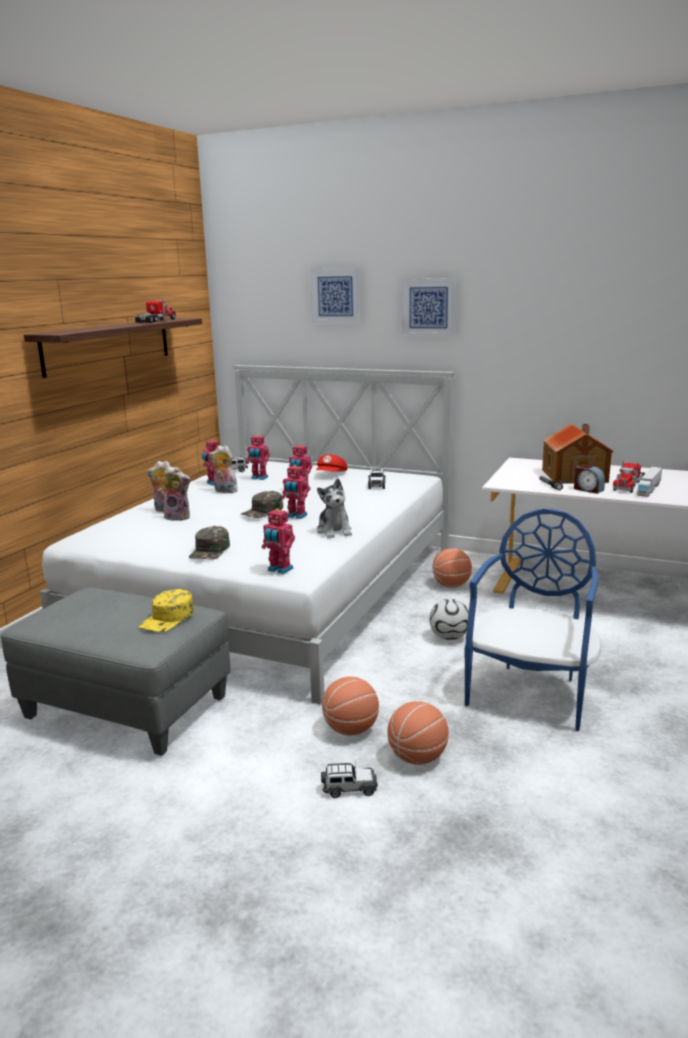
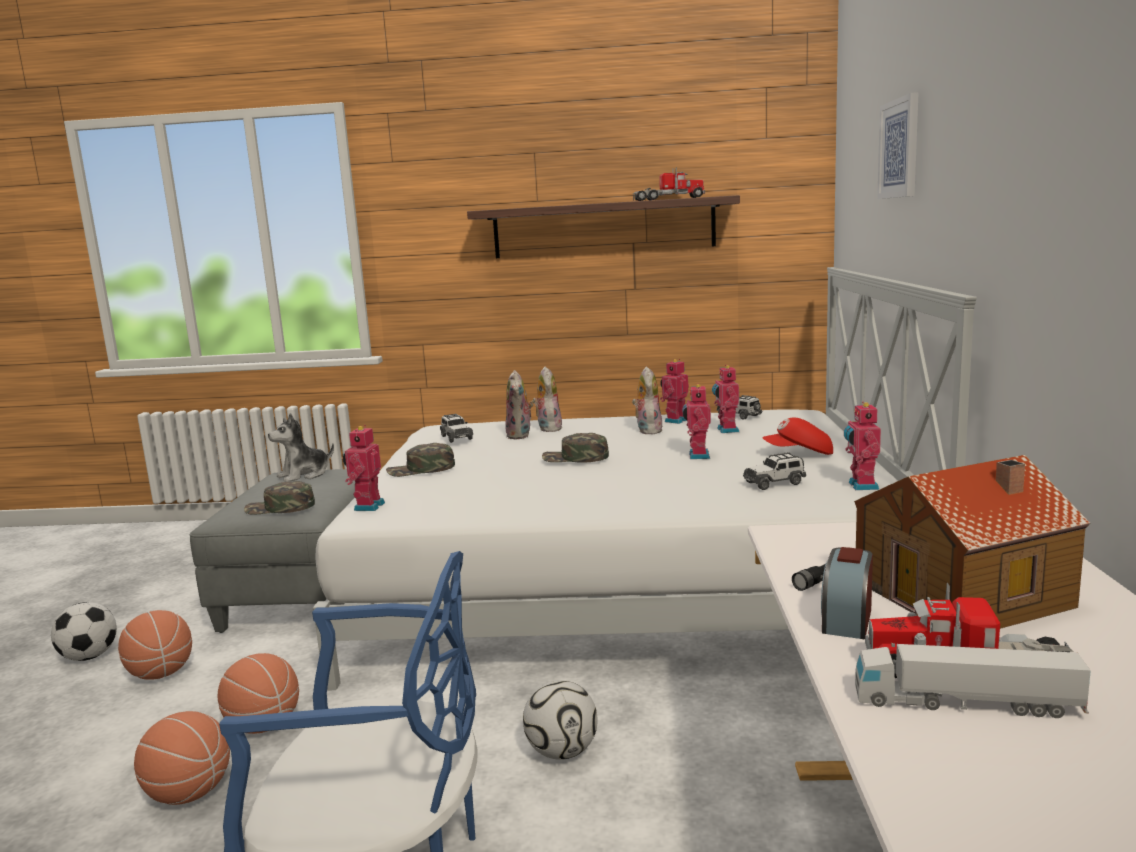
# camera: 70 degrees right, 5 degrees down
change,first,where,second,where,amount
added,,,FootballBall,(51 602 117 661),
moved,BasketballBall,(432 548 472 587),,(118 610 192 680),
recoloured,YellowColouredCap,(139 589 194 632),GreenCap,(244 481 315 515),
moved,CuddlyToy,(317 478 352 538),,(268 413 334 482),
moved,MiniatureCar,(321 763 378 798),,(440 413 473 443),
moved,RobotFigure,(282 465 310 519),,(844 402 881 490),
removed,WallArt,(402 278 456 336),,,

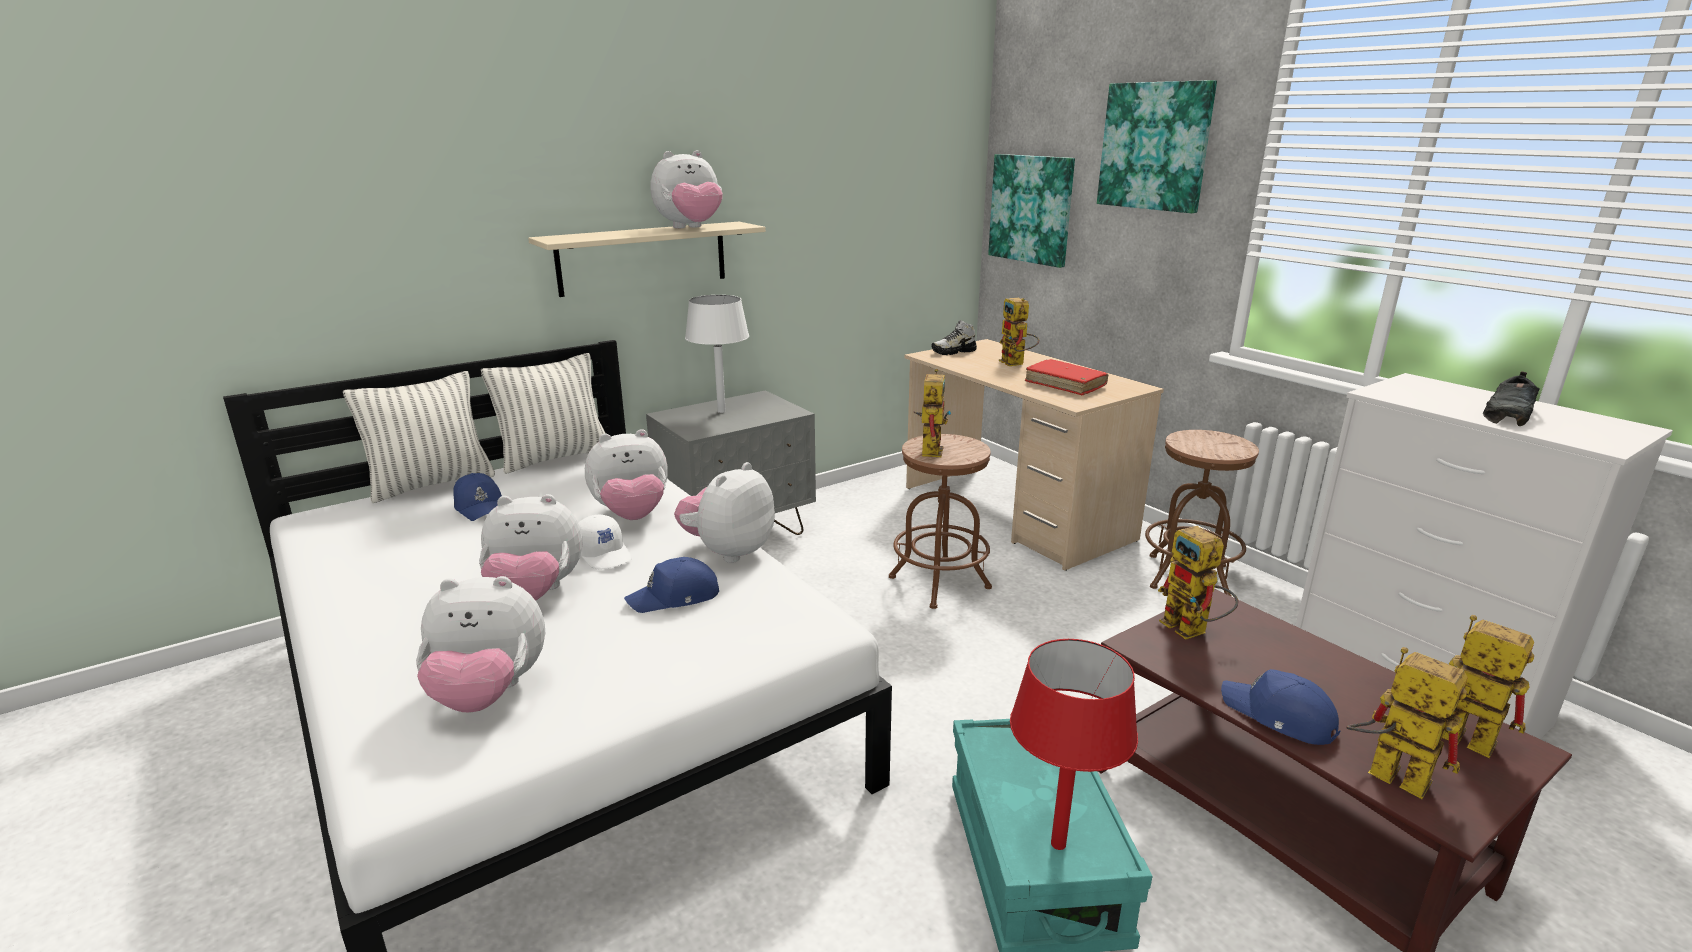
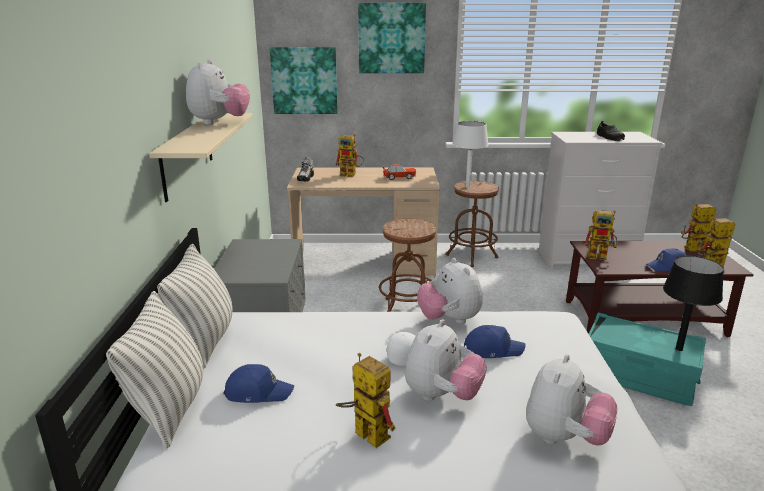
# camera: 55 degrees left, 0 degrees up
change,first,where,second,where,amount
moved,RobotFigure,(914 369 951 457),,(336 353 396 448),
replaced,ReddishBoundBook,(1025 359 1108 395),MiniatureCar,(383 164 416 180),
moved,WhiteTabletopLamp,(685 295 749 413),,(453 121 489 188),
turned,BlueCap,(624 557 719 613),,(464 325 526 358),105 degrees counterclockwise
recoloured,ReddishTabletopLamp,(1010 639 1138 850),BlackColouredTabletopLamp,(663 256 724 351),
removed,CuddlyToy,(585 429 668 520),,,

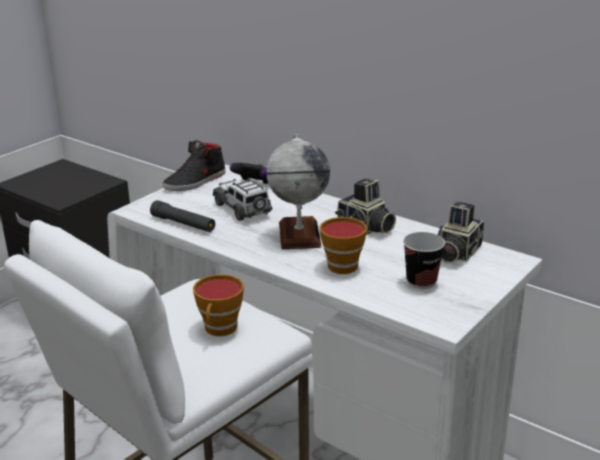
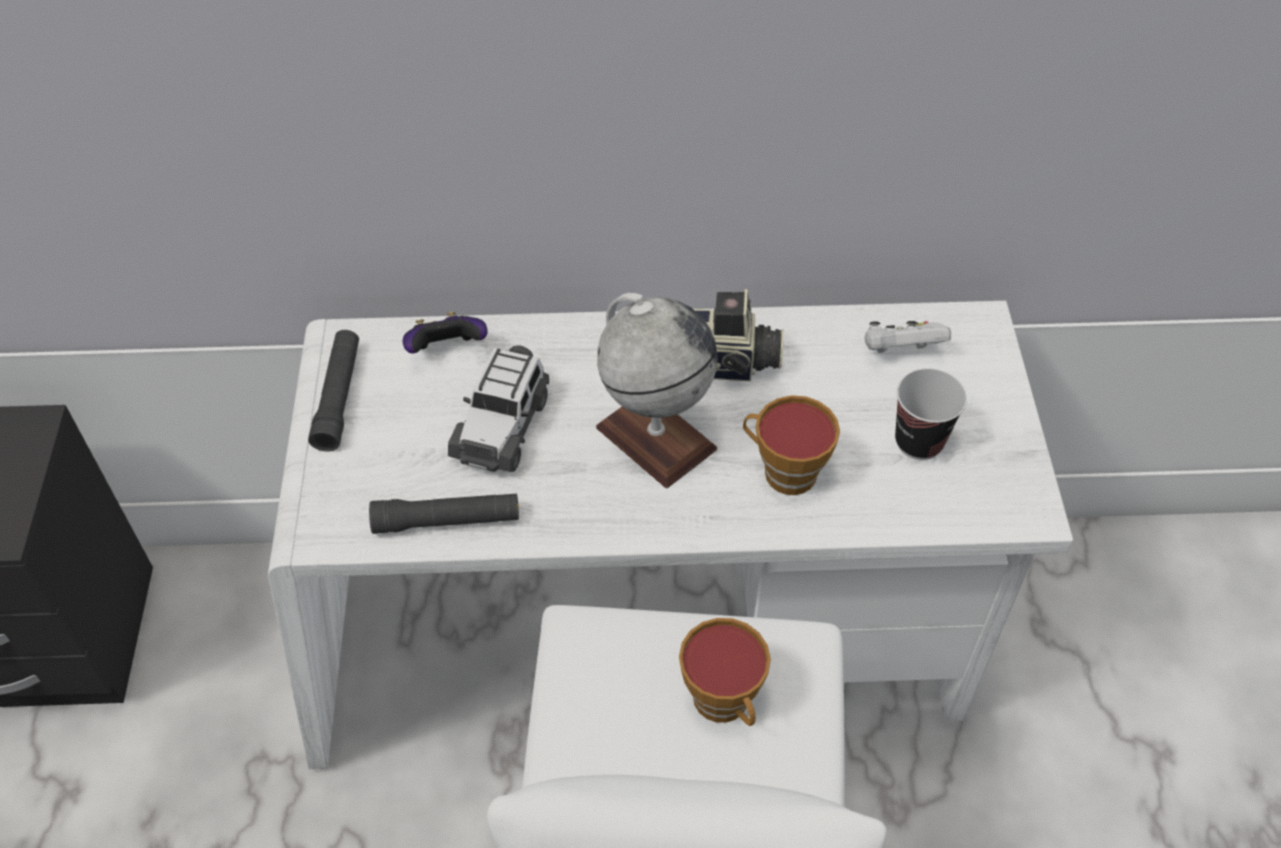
# camera: 40 degrees left, 25 degrees up
change,first,where,second,where,amount
replaced,BlackColouredShoe,(163 141 226 191),BlackColouredHandTorch,(308 330 359 451),
turned,MiniatureCar,(213 178 272 221),,(448 345 549 472),90 degrees counterclockwise
replaced,StillCamera,(438 202 484 263),WhiteGameController,(865 321 951 353),

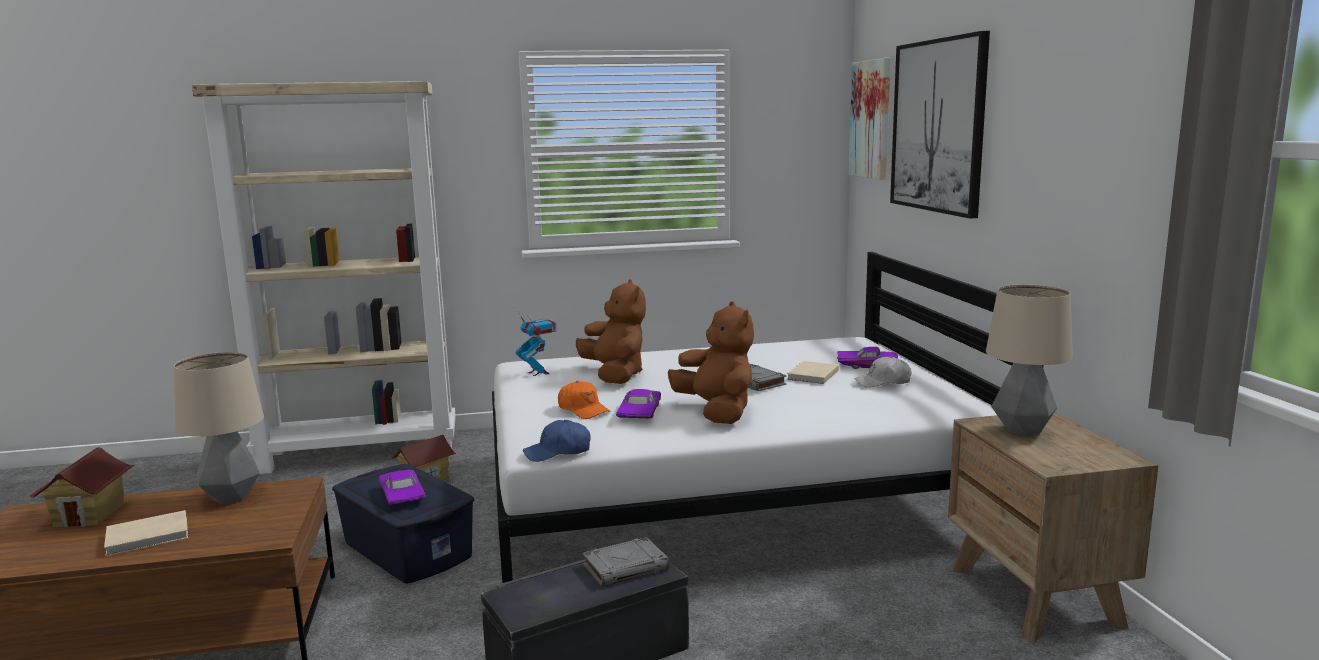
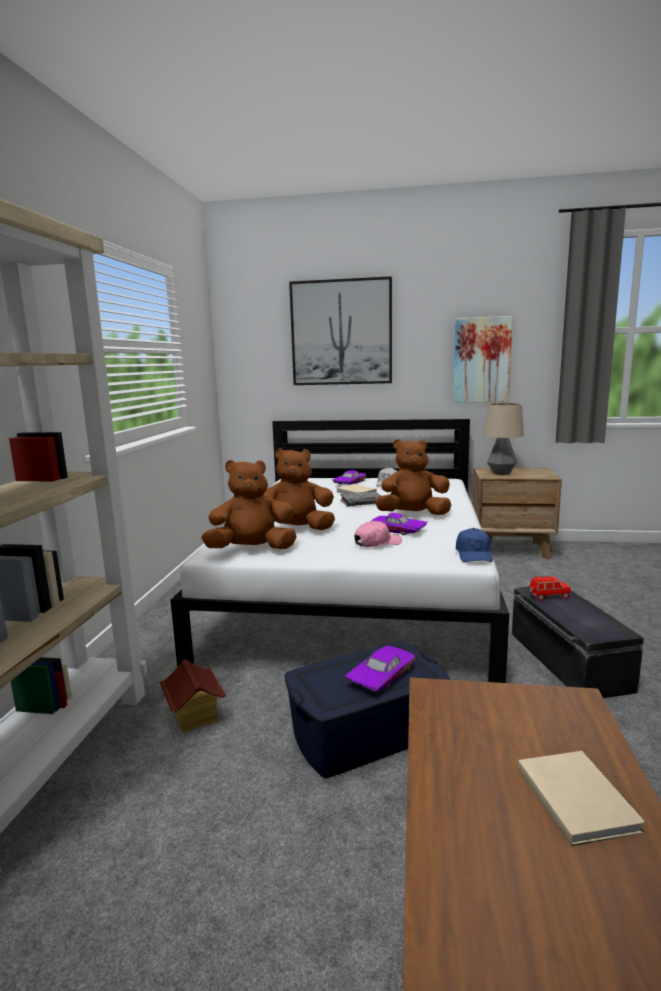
# camera: 70 degrees left, 0 degrees up
change,first,where,second,where,amount
replaced,RobotFigure,(516 311 557 376),BrownCuddlyToy,(201 460 297 549),
turned,PurpleMiniatureCar,(379 470 426 506),,(345 646 415 692),135 degrees clockwise
recoloured,OrangeyCap,(558 381 611 419),PinkishCap,(354 521 402 547),
moved,WallArt,(849 58 891 180),,(453 316 513 403),
replaced,GrayBoundBook,(582 537 669 586),ReddishMiniatureCar,(529 576 571 601),
removed,ToyHouse,(29 447 134 527),,,
removed,TabletopLamp,(174 352 264 504),,,

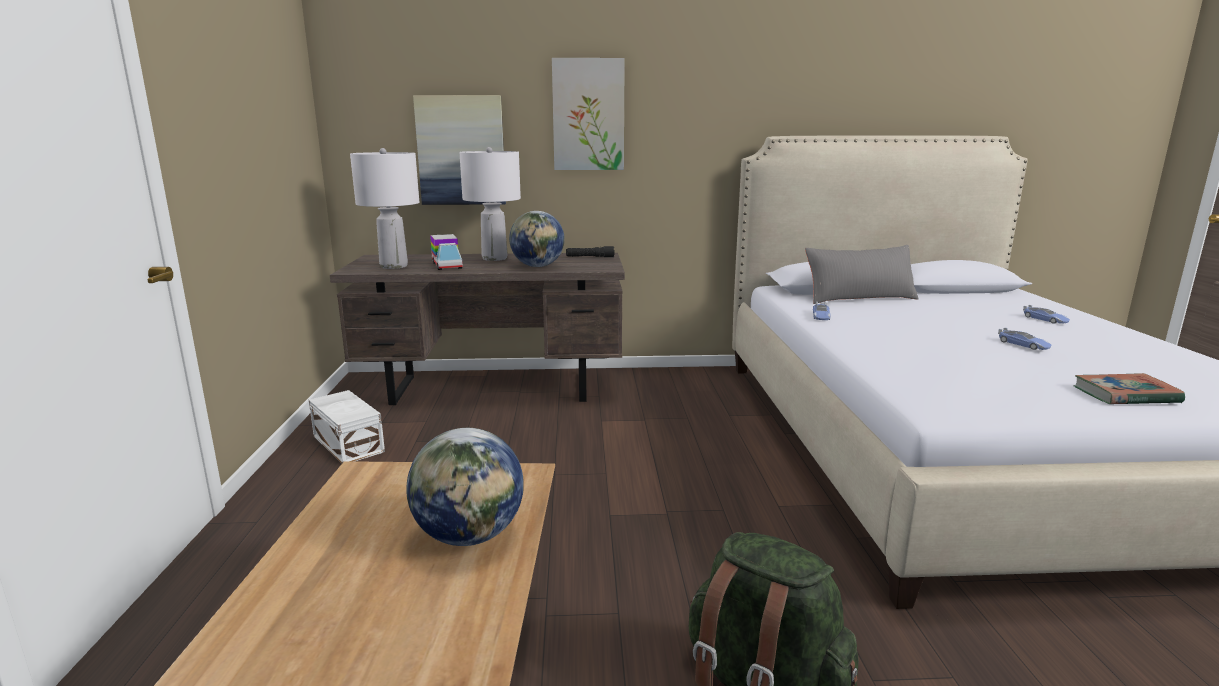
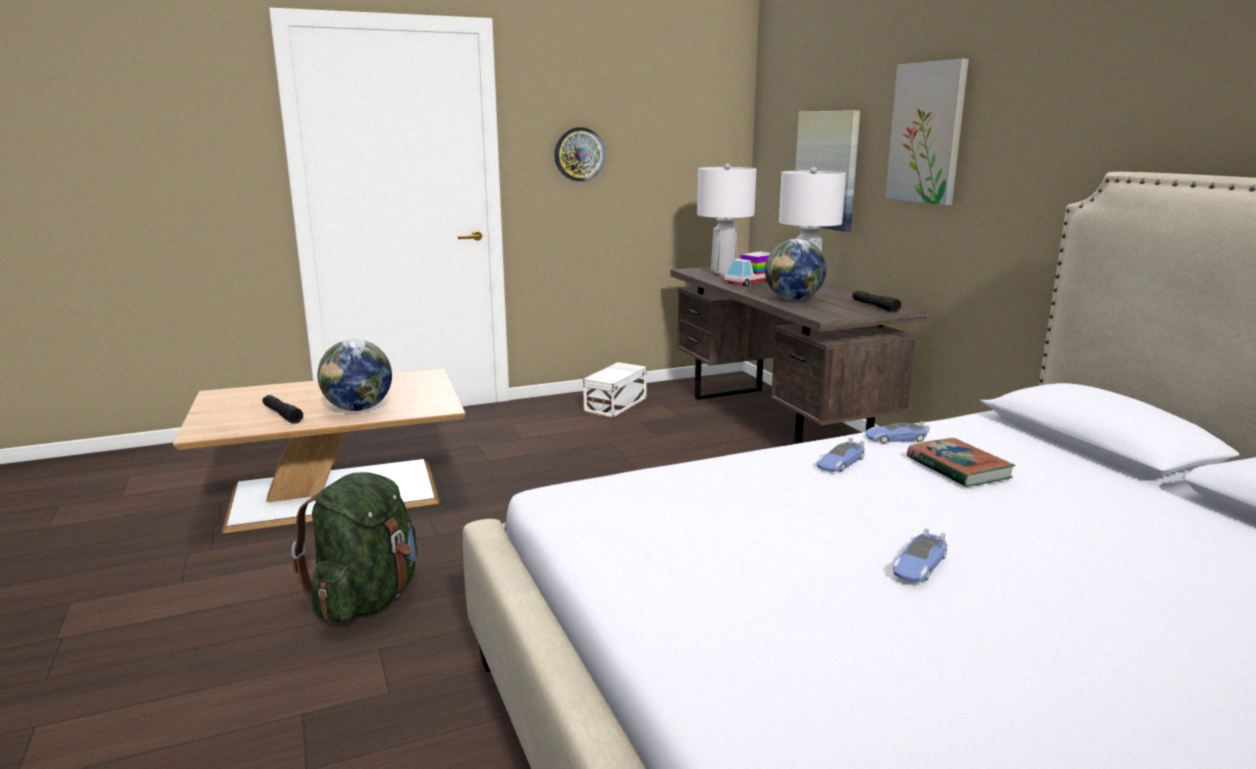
# camera: 70 degrees right, 0 degrees up
change,first,where,second,where,amount
added,,,BlackColouredHandTorch,(263 395 303 424),
added,,,ClockOnTheWall,(554 127 605 182),
moved,MiniatureCar,(1023 305 1070 324),,(816 438 865 472),
moved,BoundBook,(1074 373 1185 404),,(907 438 1015 487),
removed,GrayPillow,(805 245 919 304),,,

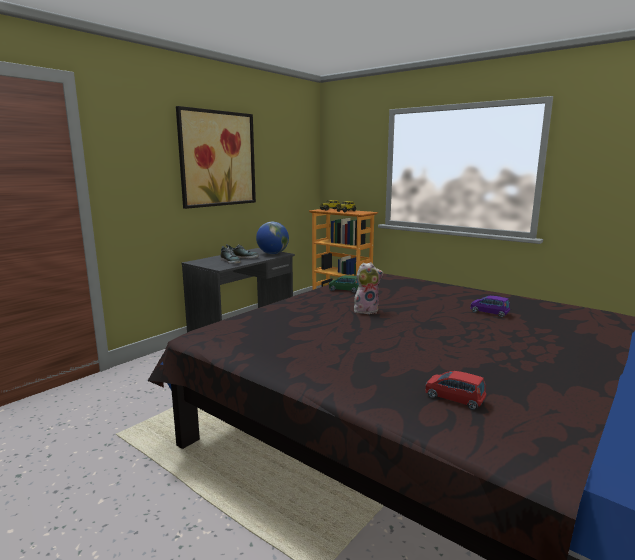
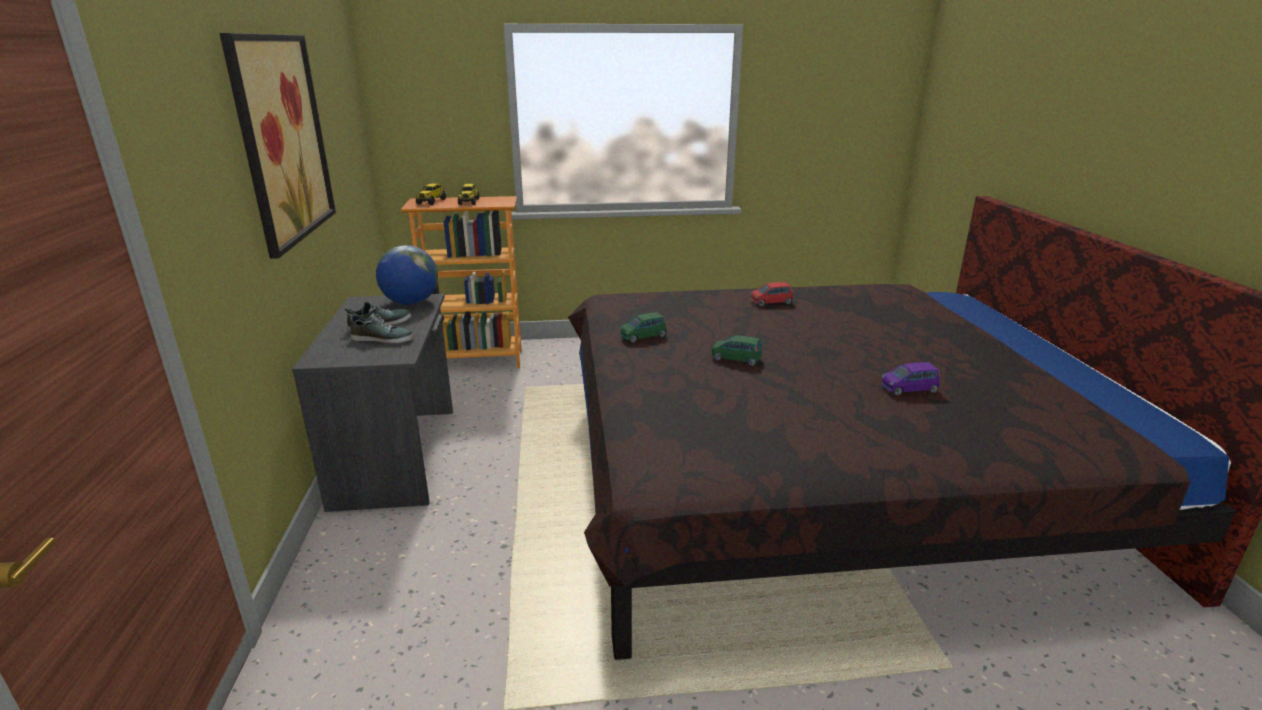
# camera: 45 degrees left, 10 degrees up
change,first,where,second,where,amount
replaced,CuddlyToy,(354 262 383 314),GreenMiniatureCar,(711 336 762 366),
moved,ReddishMiniatureCar,(425 371 486 410),,(751 282 793 306),
moved,PurpleMiniatureCar,(470 296 510 317),,(882 362 940 395),

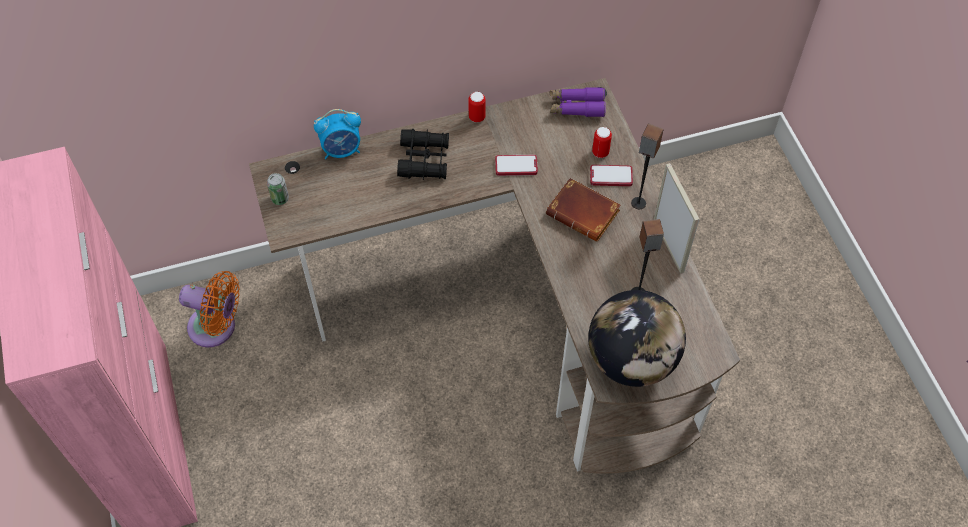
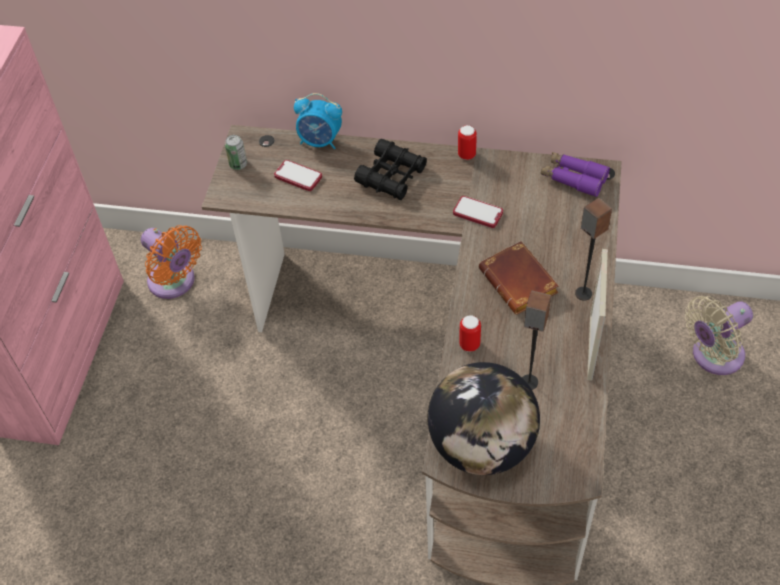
# camera: 30 degrees right, 5 degrees down
change,first,where,second,where,amount
moved,Phone,(590 165 633 186),,(274 160 322 191),
moved,Can,(592 127 612 158),,(459 315 481 352),
added,,,SandColouredFan,(685 296 753 375),

